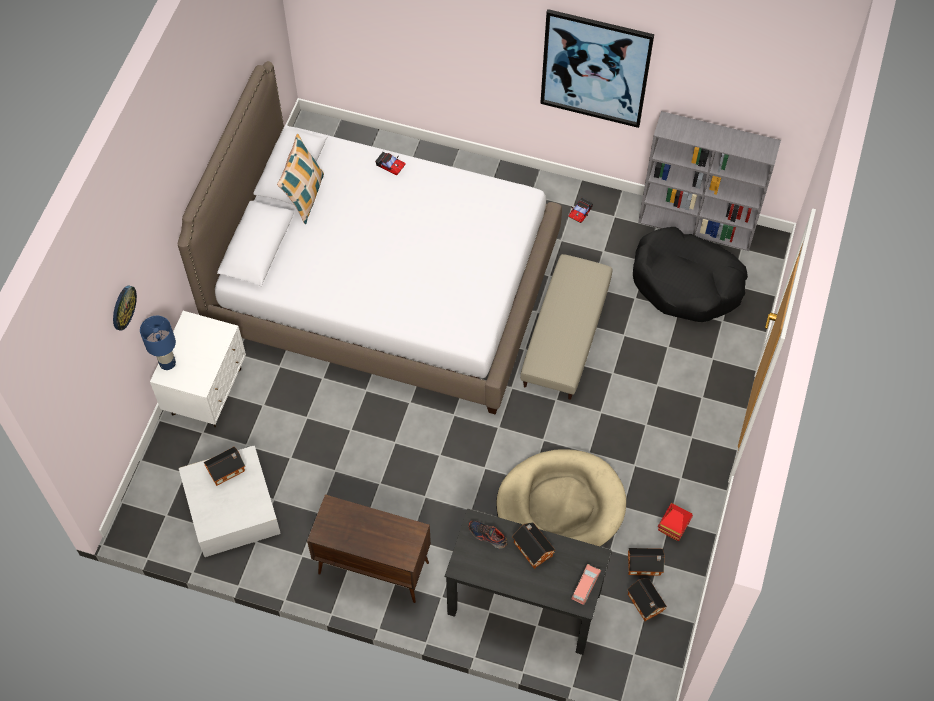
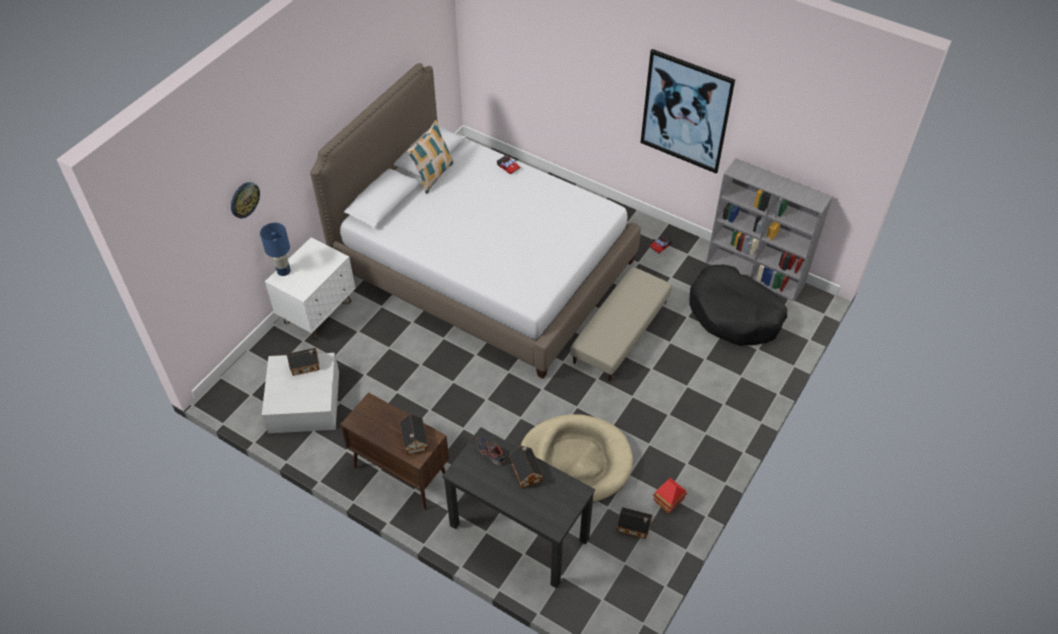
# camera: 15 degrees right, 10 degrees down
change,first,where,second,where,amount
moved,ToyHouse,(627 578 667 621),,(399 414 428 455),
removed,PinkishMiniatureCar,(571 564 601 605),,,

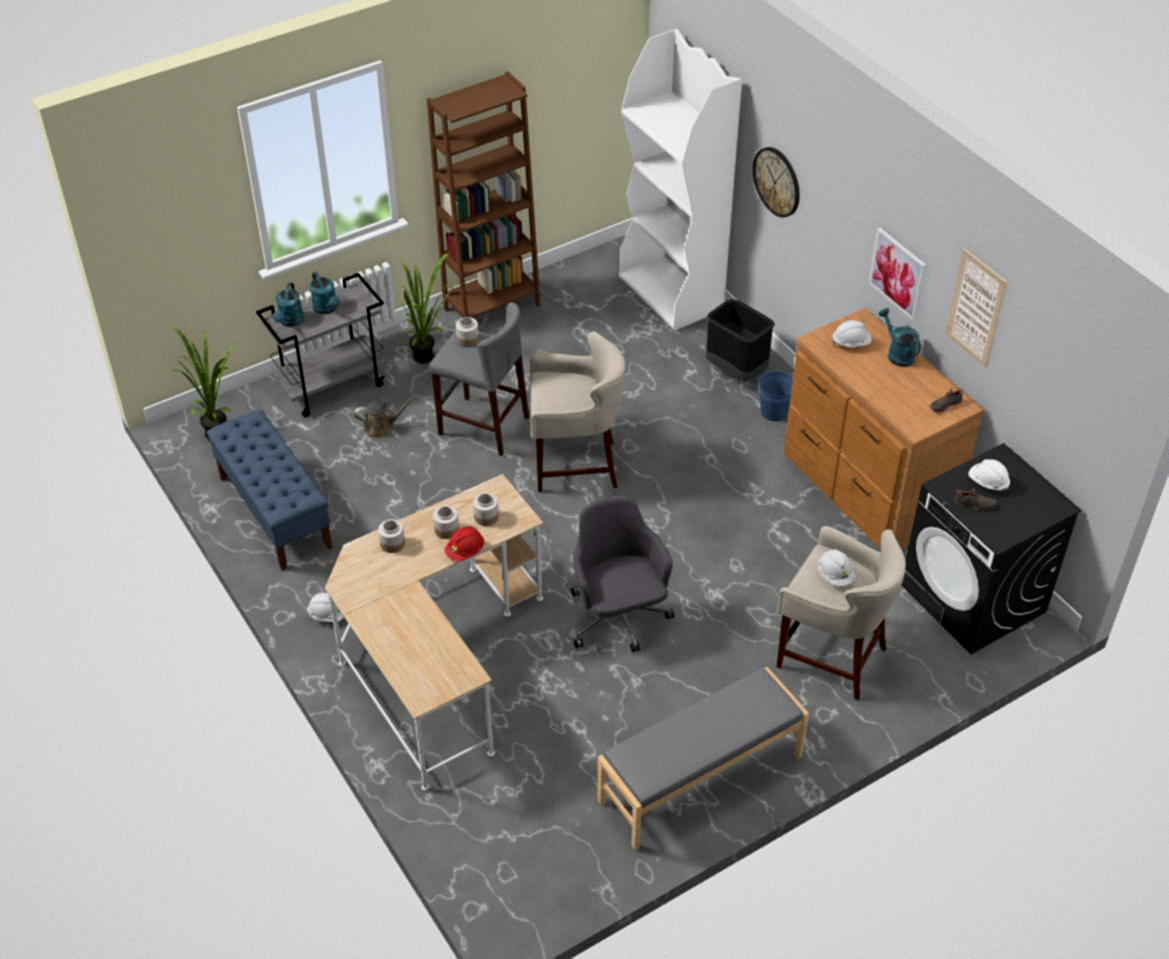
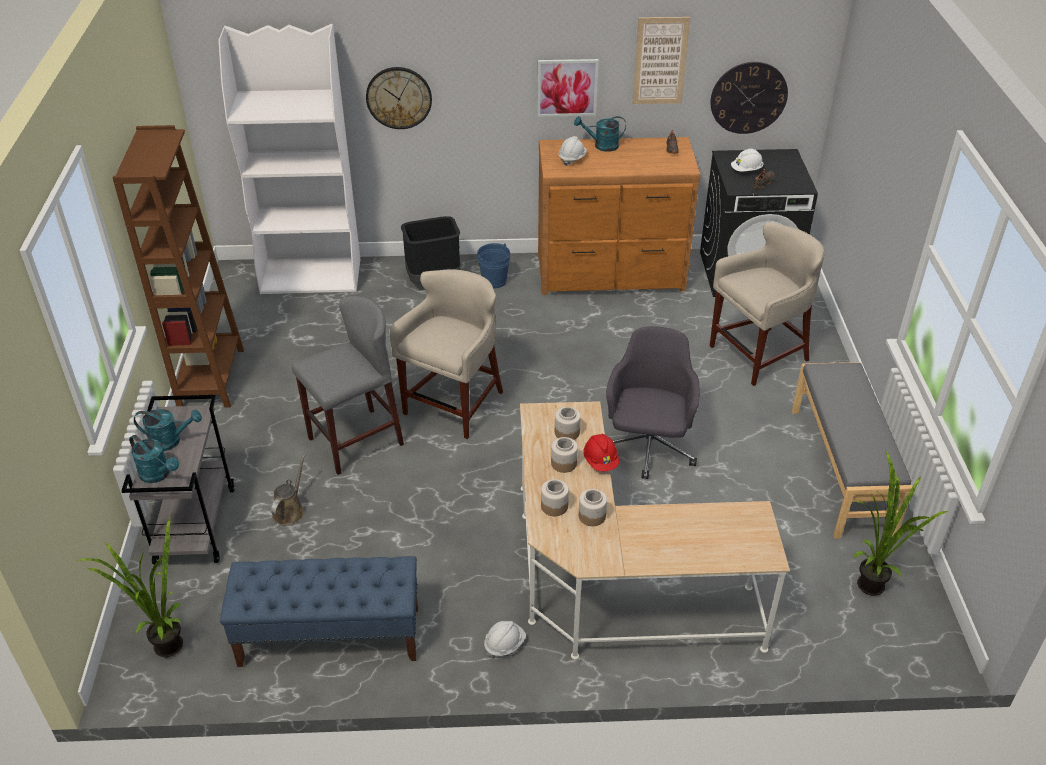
# camera: 60 degrees left, 5 degrees down
change,first,where,second,where,amount
moved,StorageJar,(456 317 479 347),,(579 489 607 526),
turned,GrayDeskChair,(571 496 674 652),,(606 326 700 479),90 degrees clockwise
added,,,ClockOnTheWall,(710 62 788 134),
moved,Houseplant,(400 252 458 364),,(852 450 948 596),
removed,WhiteWorkHelmet,(818 549 855 586),,,

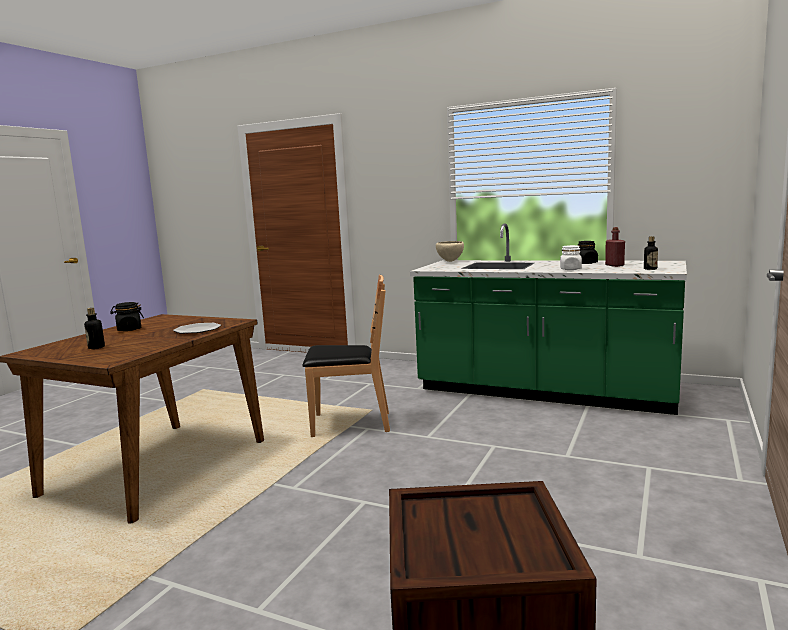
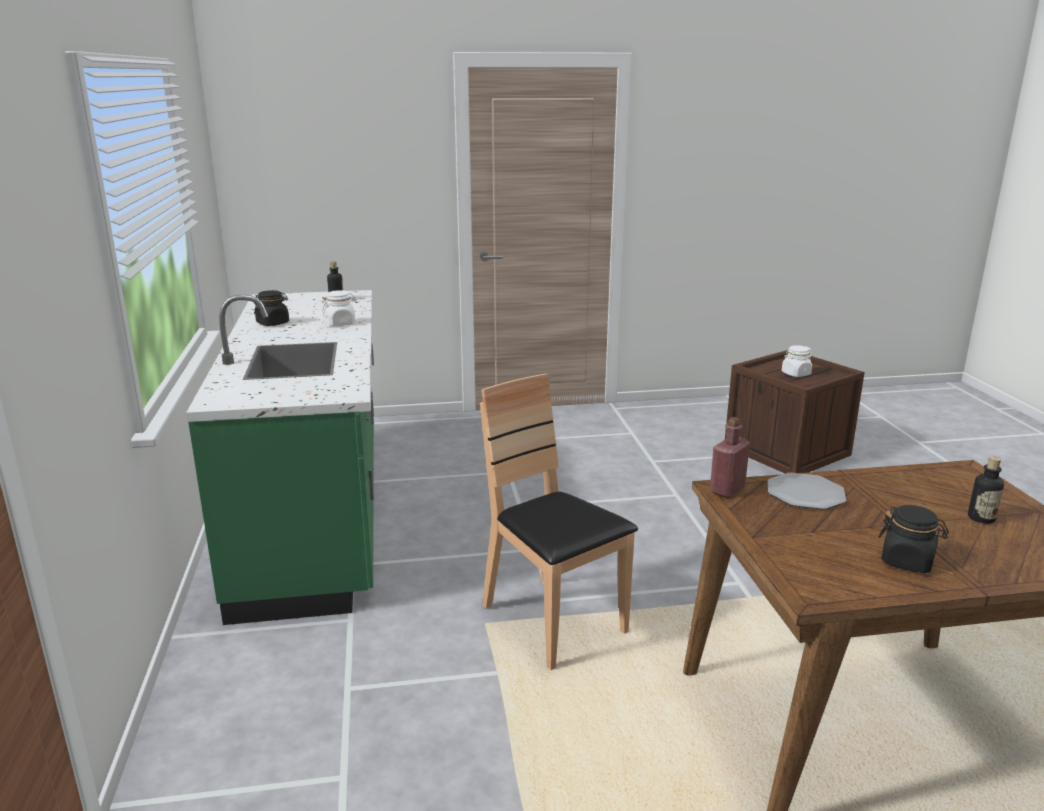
# camera: 125 degrees left, 10 degrees up
change,first,where,second,where,amount
moved,ReddishDrinkBottle,(605 227 625 267),,(710 417 750 498),
added,,,WhiteStorageJar,(782 345 812 377),
removed,SandColouredBowl,(436 241 464 262),,,

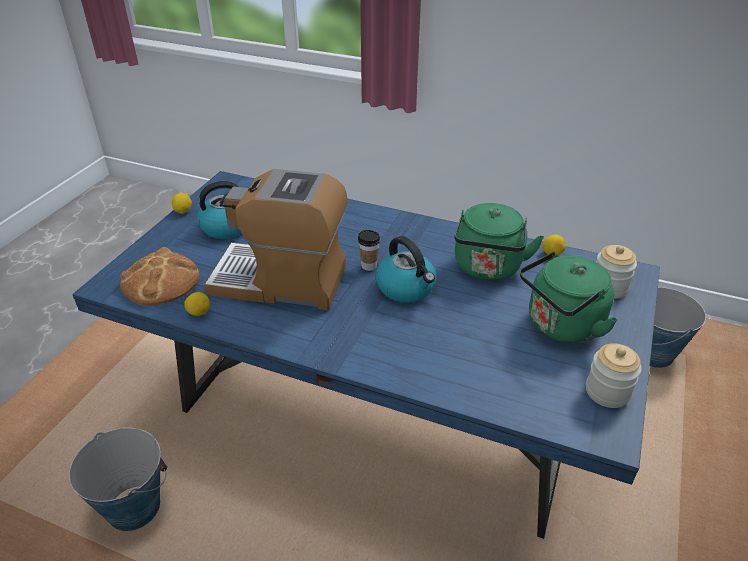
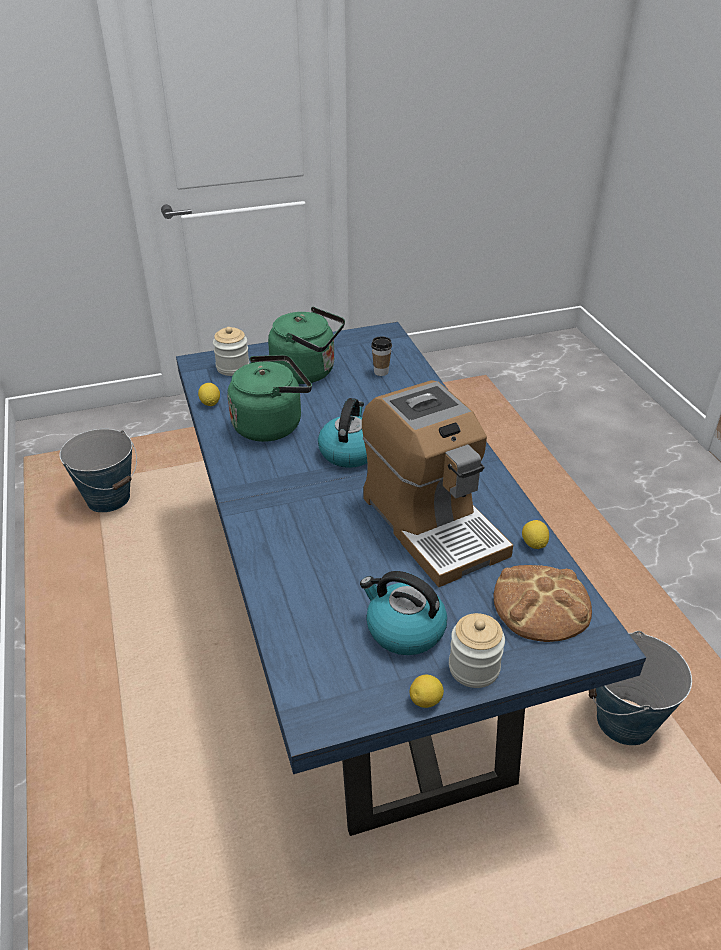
# camera: 130 degrees left, 0 degrees up
change,first,where,second,where,amount
moved,DrinkingCup,(358 230 380 271),,(371 336 392 376),
moved,StorageJar,(586 343 642 408),,(449 613 505 688),

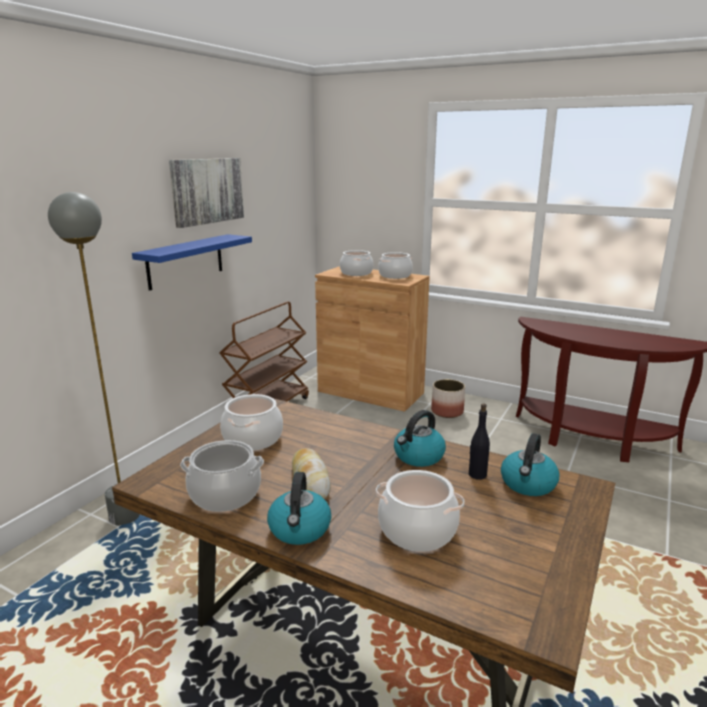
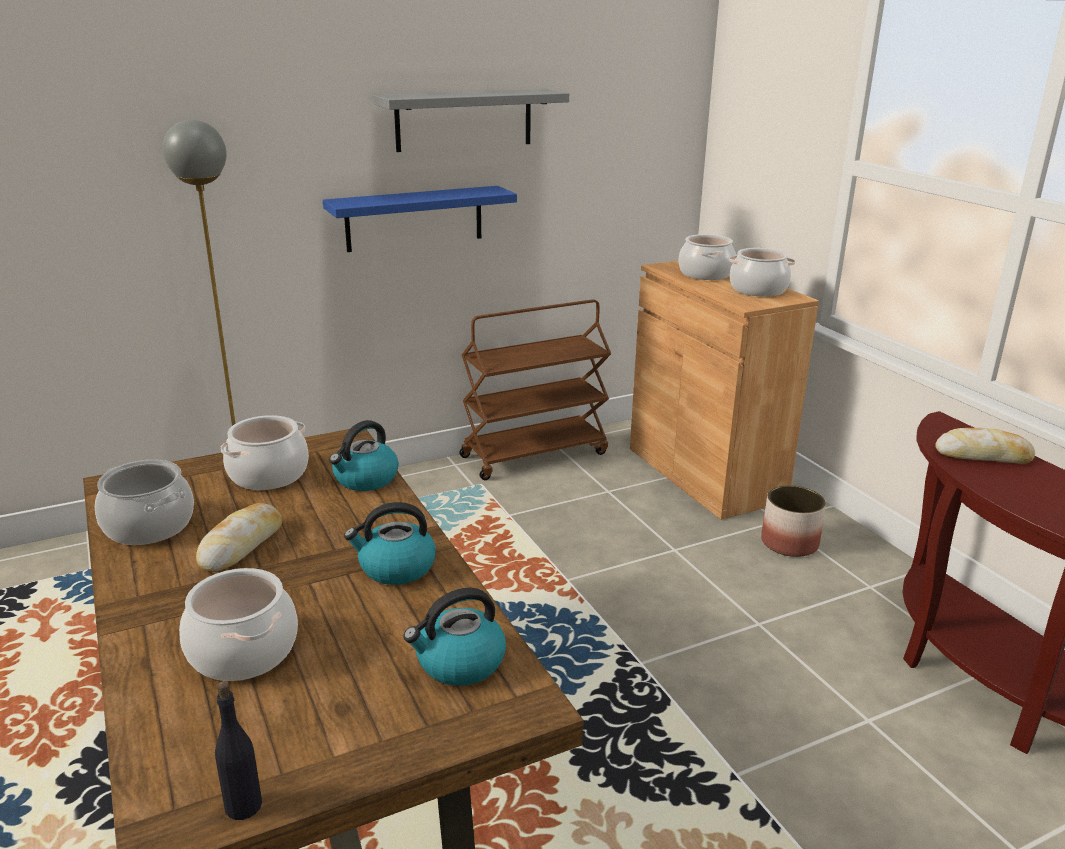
# camera: 35 degrees right, 5 degrees up
change,first,where,second,where,amount
moved,BlackColouredDrinkBottle,(469 404 490 480),,(215 681 262 820),
moved,TeaKettle,(267 472 331 545),,(329 420 399 491),
replaced,WallArt,(169 158 244 228),GrayShelf,(373 89 569 152),
added,,,BakedBread,(935 428 1035 464),

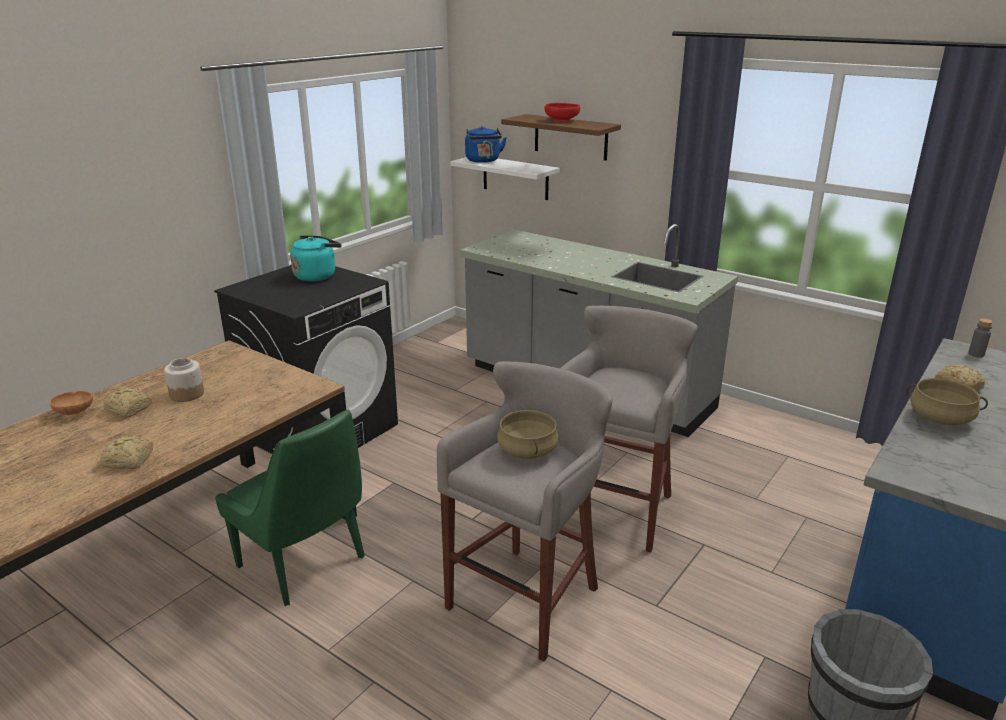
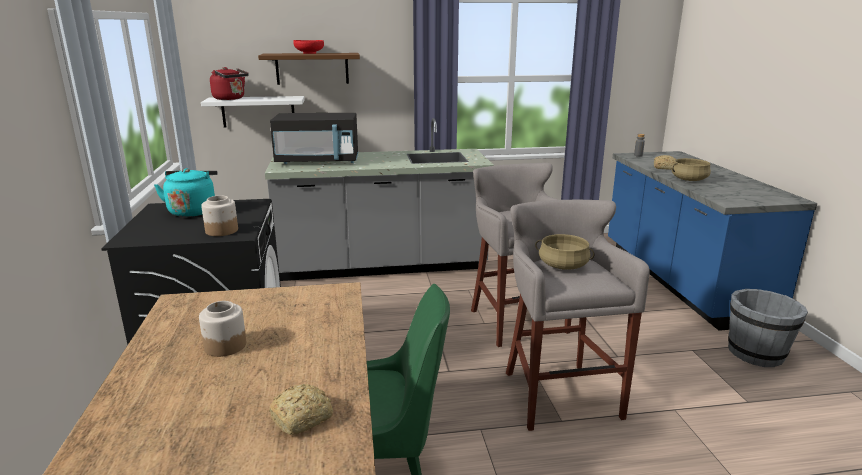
# camera: 45 degrees left, 5 degrees down
change,first,where,second,where,amount
added,,,StorageJar,(201 195 238 236),
recoloured,BlueTeaKettle,(465 126 507 163),ReddishTeaKettle,(210 67 249 100),
added,,,BlackColouredMicrowaveOven,(270 113 358 164),
removed,BrownBowl,(49 391 93 417),,,
removed,BakedBread,(104 387 152 418),,,

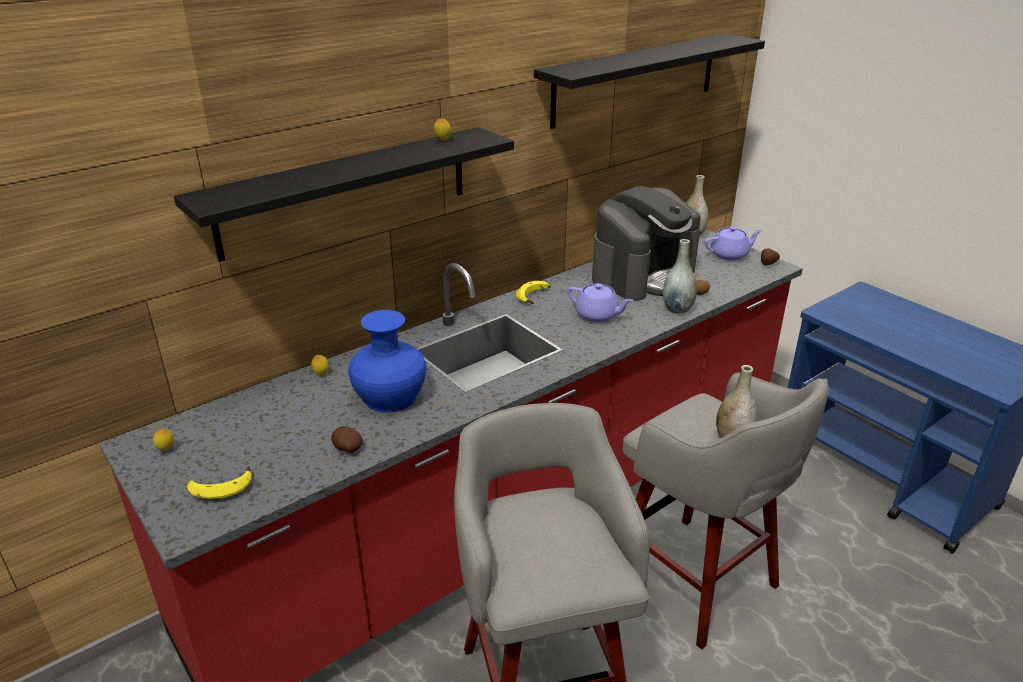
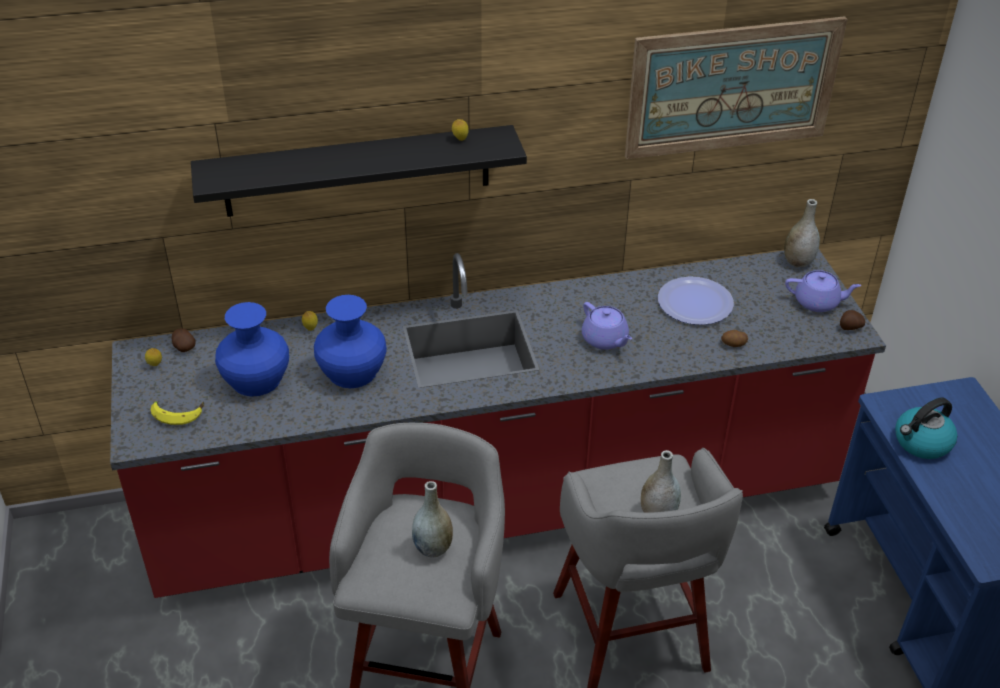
# camera: 25 degrees right, 10 degrees up
change,first,where,second,where,amount
moved,Spud,(331 426 363 453),,(172 328 196 352),
added,,,BlueFlowerVase,(215 302 289 397),
moved,GrayFlowerVase,(663 239 697 314),,(412 481 453 558),
replaced,BlackColouredShelf,(534 34 765 129),WallArt,(625 16 847 159),
replaced,CoffeeMaker,(592 186 701 301),FlatDish,(658 276 734 325),
added,,,TeaKettle,(895 398 957 459),
removed,BananaFruit,(516 281 551 304),,,

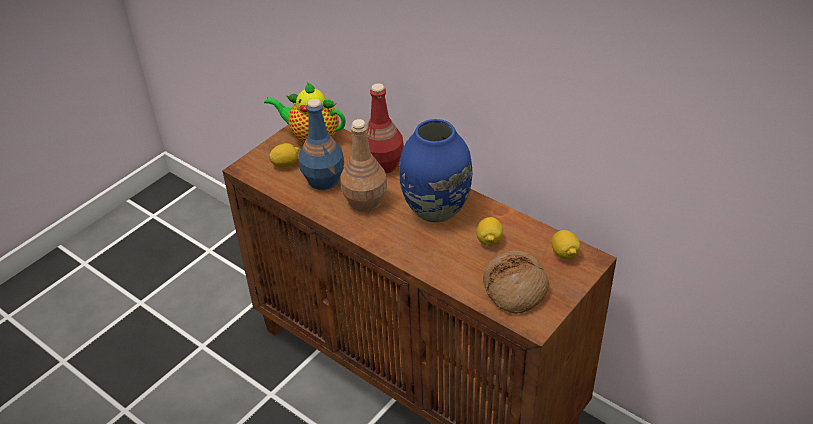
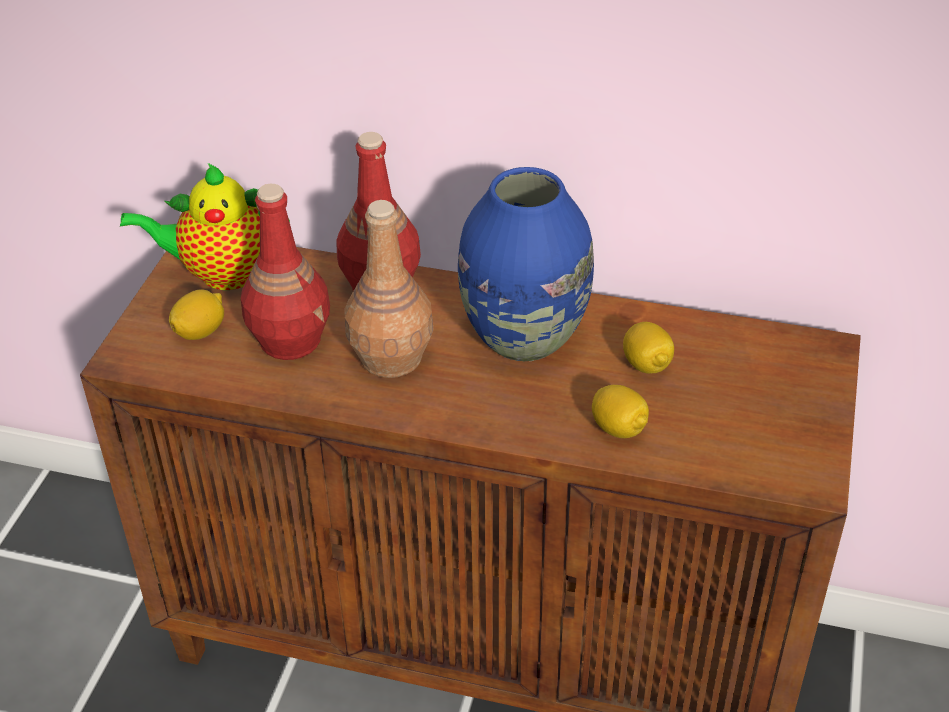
# camera: 25 degrees left, 0 degrees up
change,first,where,second,where,amount
recoloured,BlueDrinkBottle,(298 99 344 190),ReddishDrinkBottle,(241 184 330 360),
moved,CitrusFruit,(552 230 580 260),,(592 385 649 438),
removed,BakedBread,(483 251 549 314),,,

